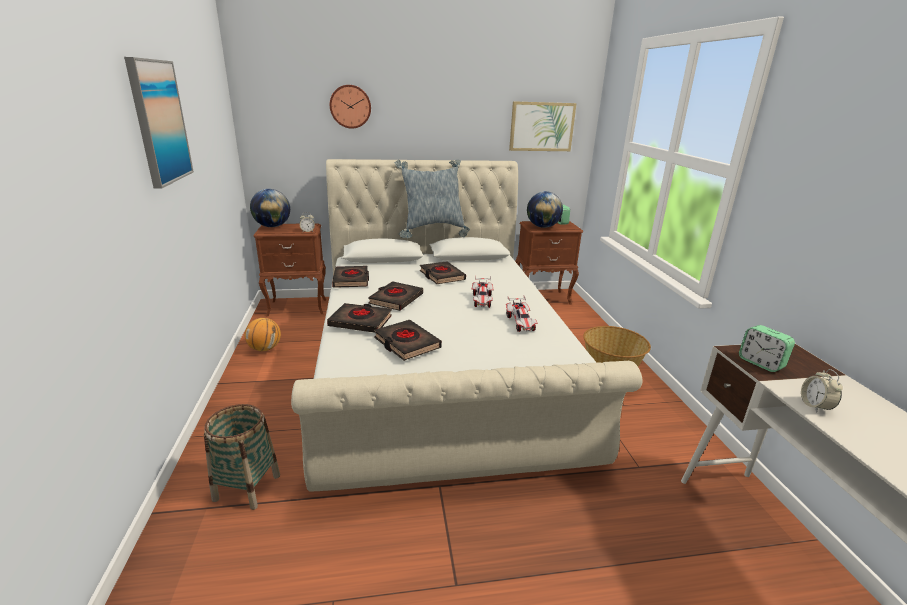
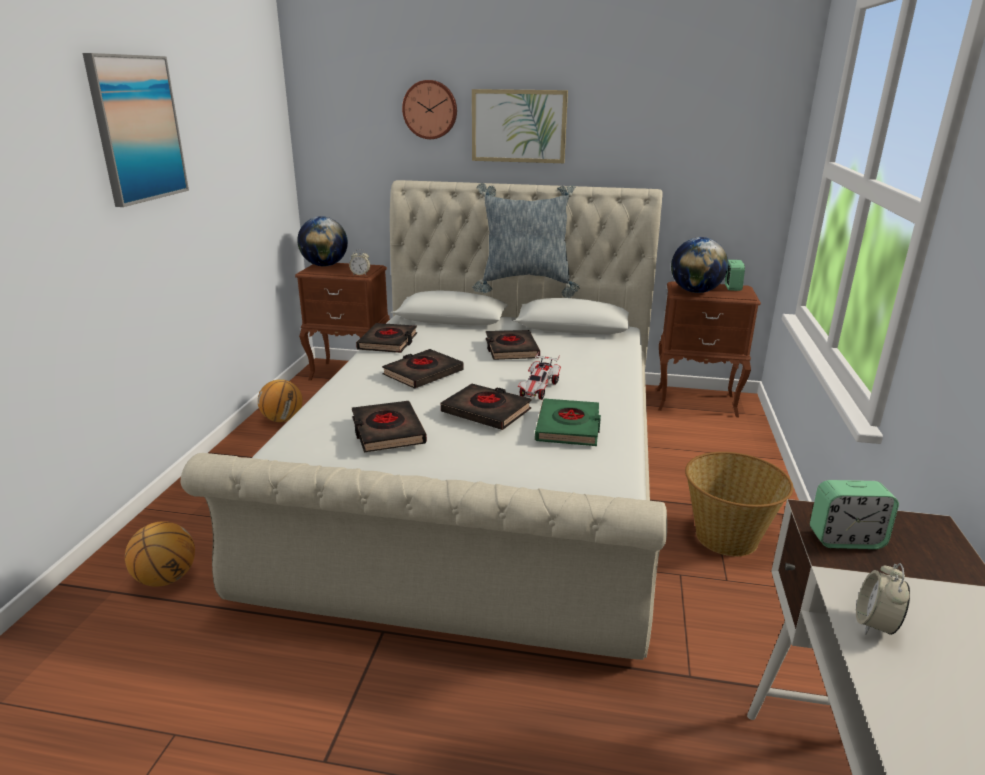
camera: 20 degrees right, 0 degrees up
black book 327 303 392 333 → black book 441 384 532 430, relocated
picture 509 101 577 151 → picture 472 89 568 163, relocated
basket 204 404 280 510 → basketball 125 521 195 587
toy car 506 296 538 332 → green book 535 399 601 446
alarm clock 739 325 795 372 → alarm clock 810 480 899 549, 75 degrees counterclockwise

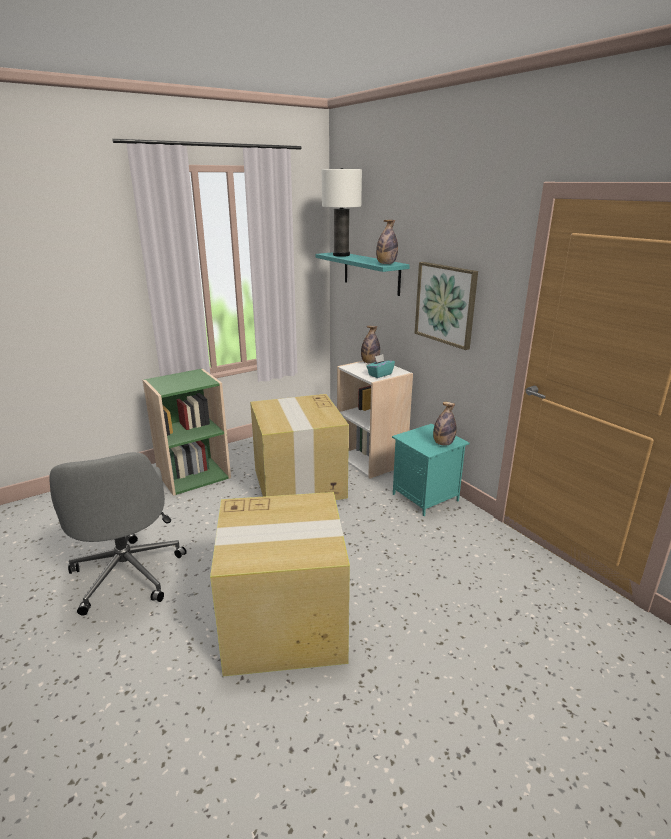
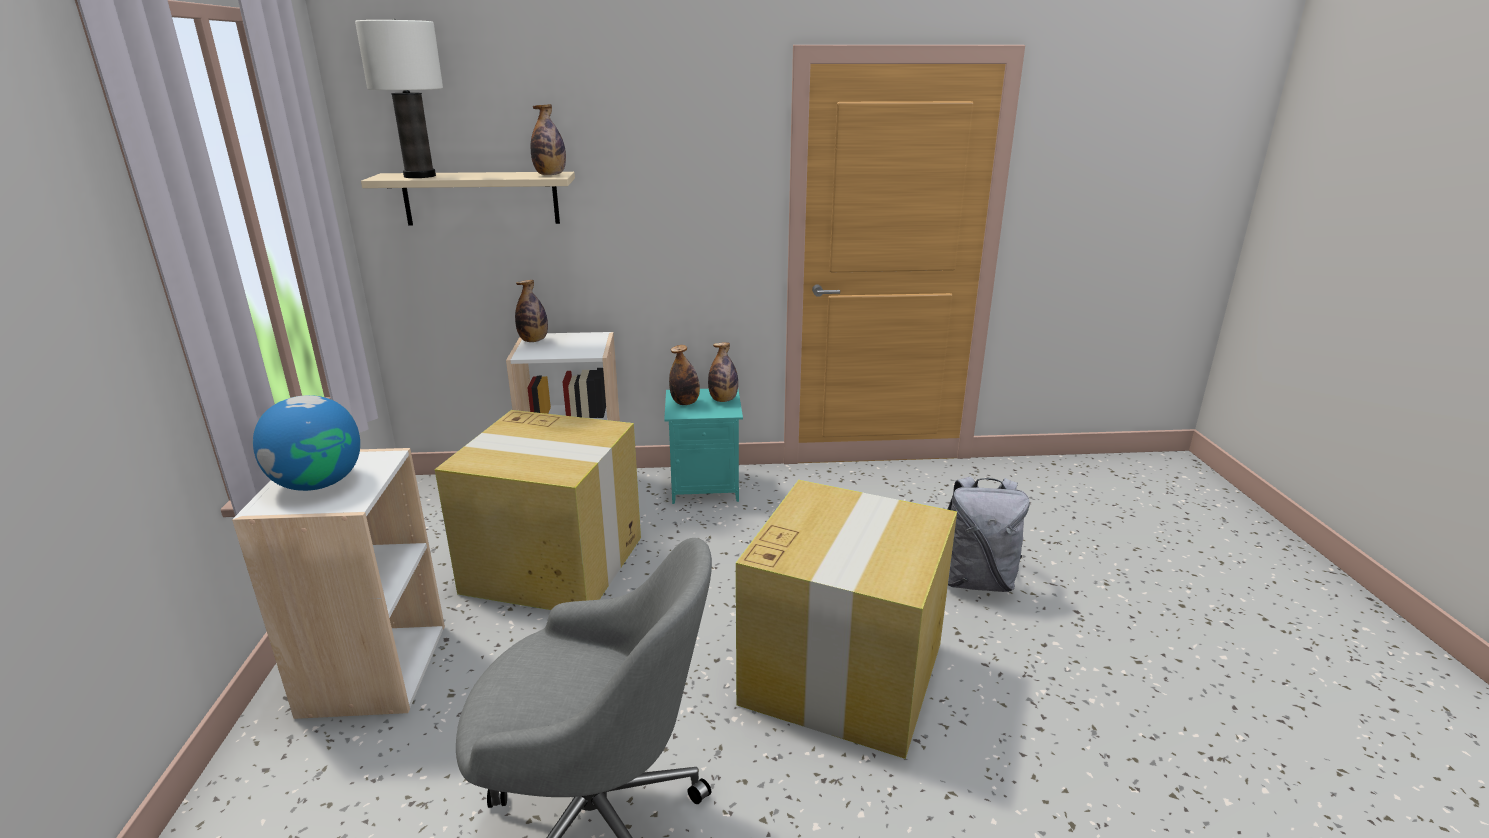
camera: 60 degrees left, 0 degrees up
turquoise tissue box 366 354 395 378 → -
picture 415 262 478 350 → -
- → globe 253 395 360 491
- → bottle 669 345 700 405
- → grey backpack 947 476 1030 592
green bookcase 143 368 231 496 → white bookcase 232 448 445 719
turquoise shelf 316 252 410 296 → beige shelf 361 172 575 226

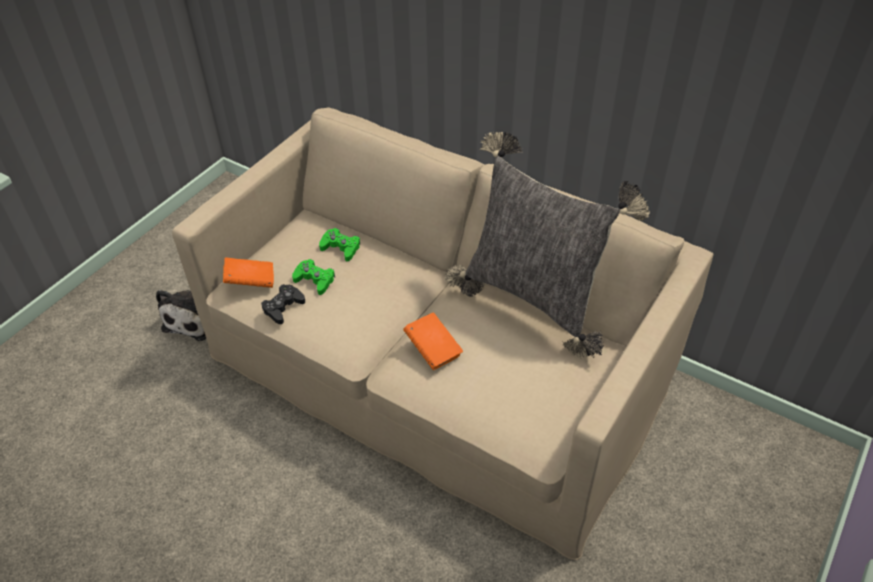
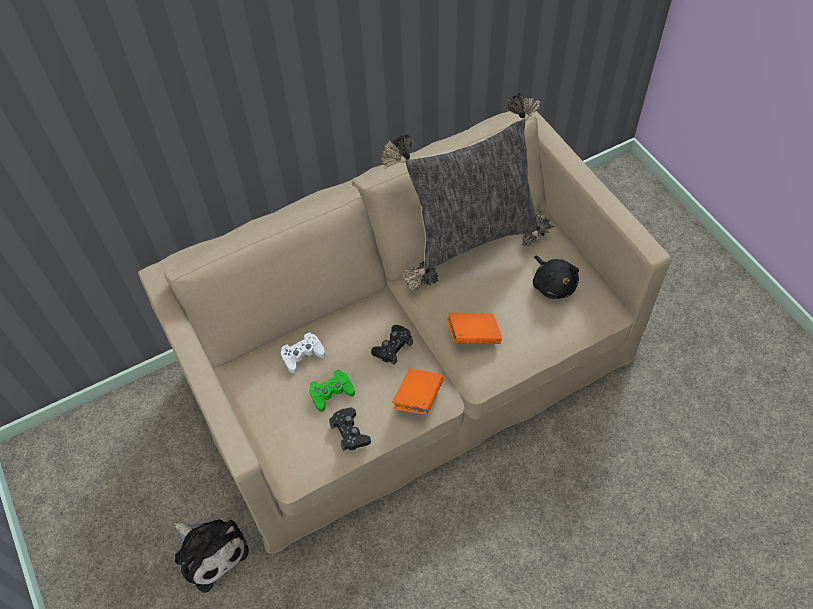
camera: 60 degrees left, 10 degrees up
- → black game controller 371 325 413 365
- → black plush toy 533 256 579 299
orange book 223 257 274 288 → orange book 392 369 444 414, relocated
green game controller 319 228 360 261 → white game controller 281 332 325 373

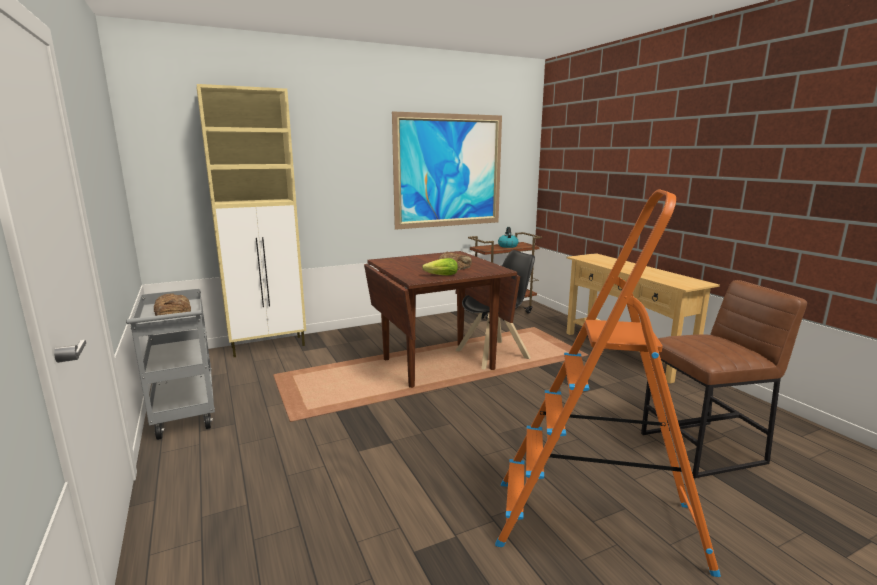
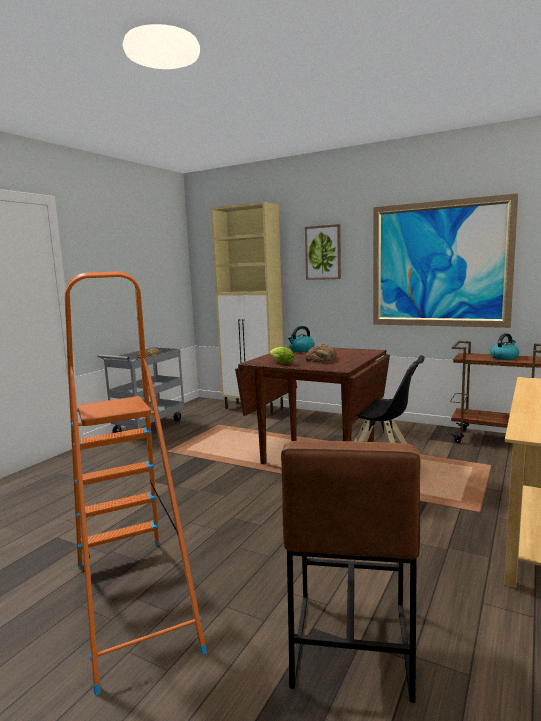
camera: 55 degrees right, 5 degrees down
- → kettle 288 326 315 352
- → picture 305 224 341 280
brown chair 641 280 807 478 → brown chair 281 441 421 703, 60 degrees clockwise

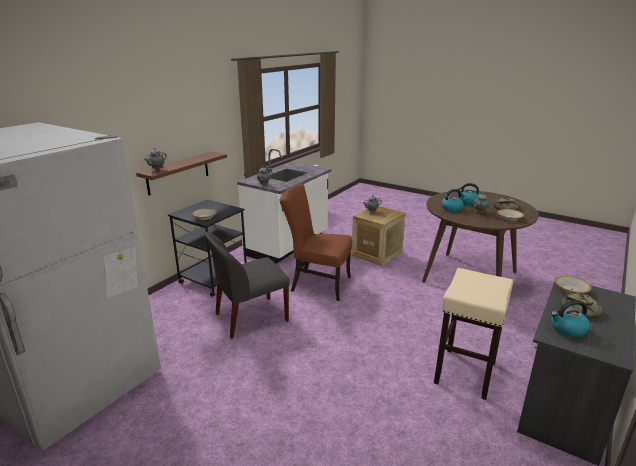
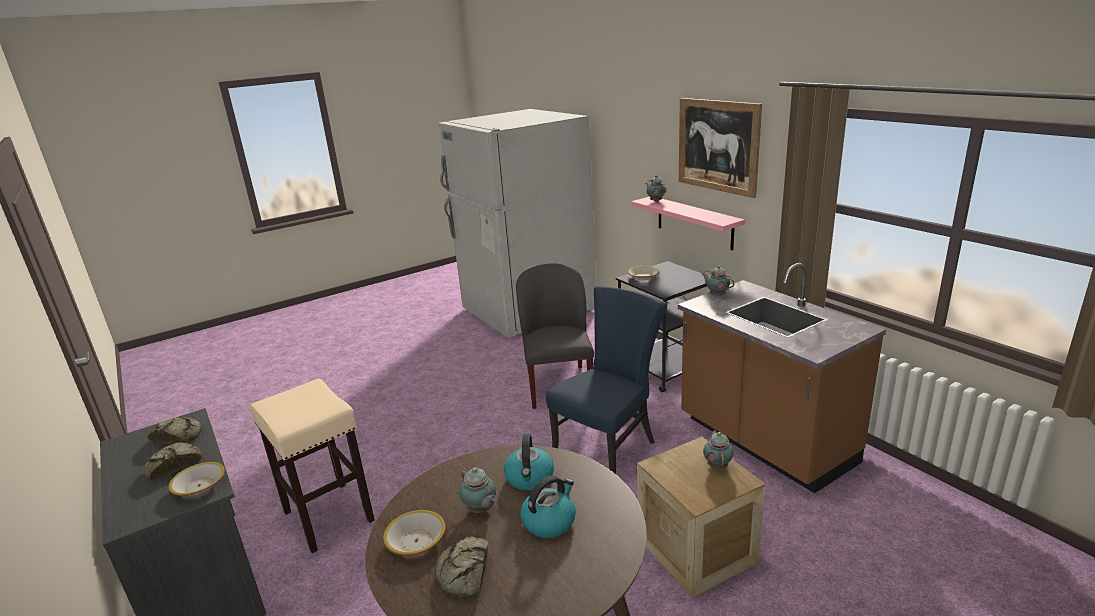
camera: 115 degrees right, 0 degrees up
- → picture 679 98 762 198
kettle 551 300 590 337 → bread 148 417 202 444
brown shelf 136 152 227 195 → pink shelf 631 197 745 251
white counter 237 148 331 264 → brown counter 678 263 886 493
brown chair 279 183 352 301 → blue chair 546 286 668 474

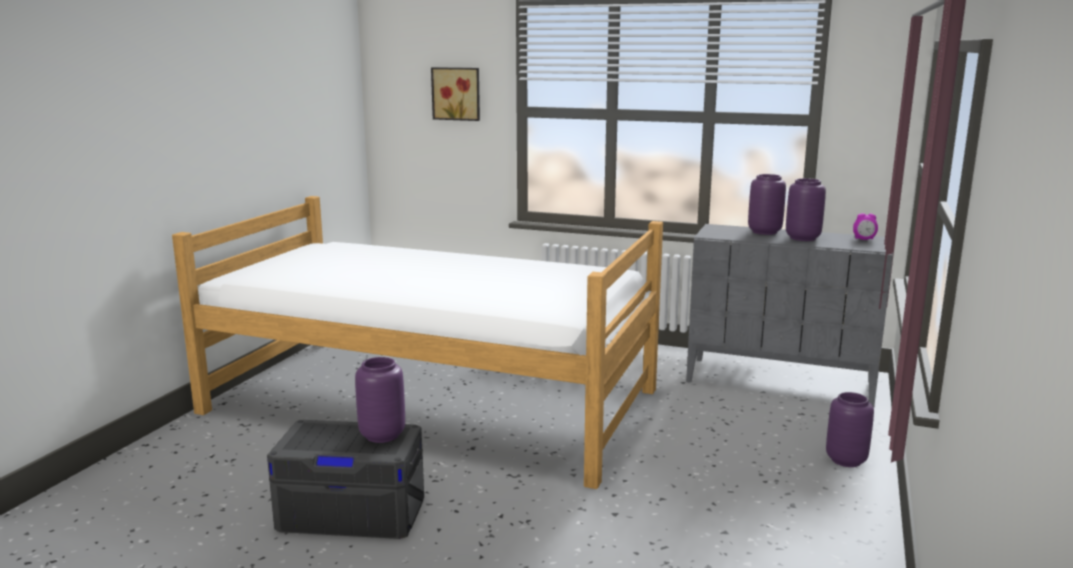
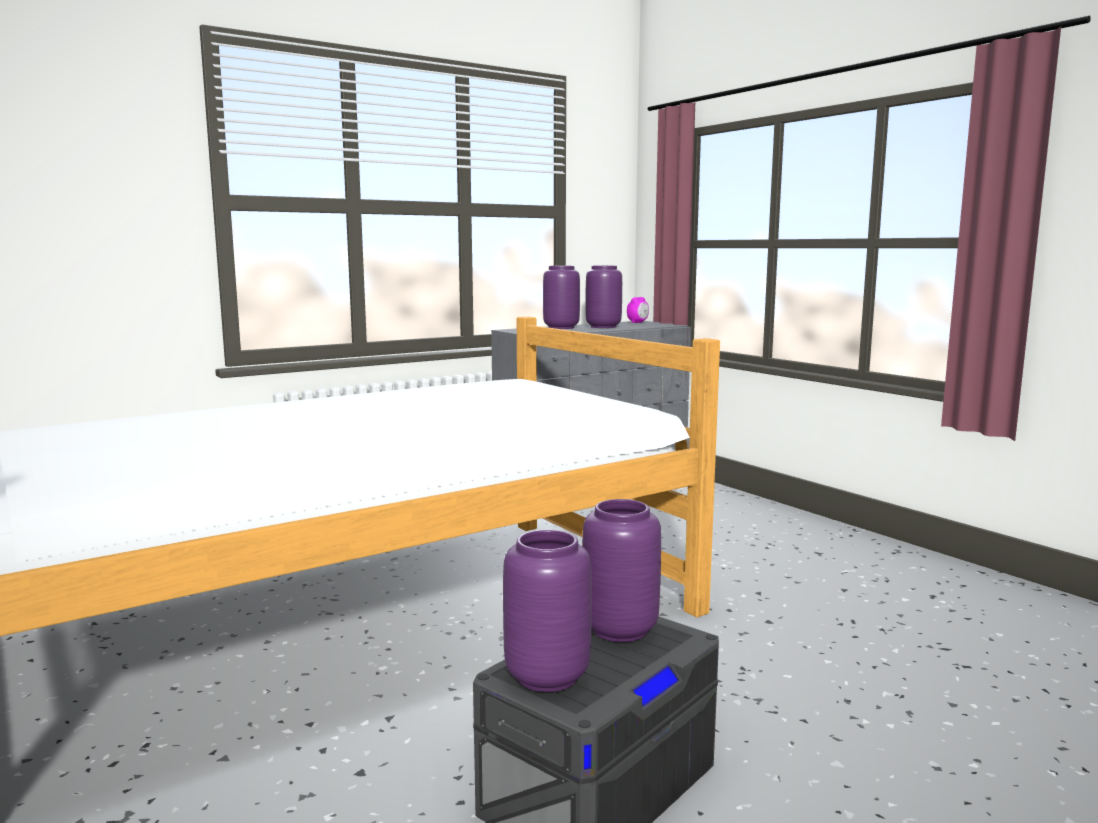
camera: 55 degrees left, 5 degrees down
picture 431 67 480 121 → -
purple vase 826 392 874 467 → purple vase 503 530 592 692, relocated

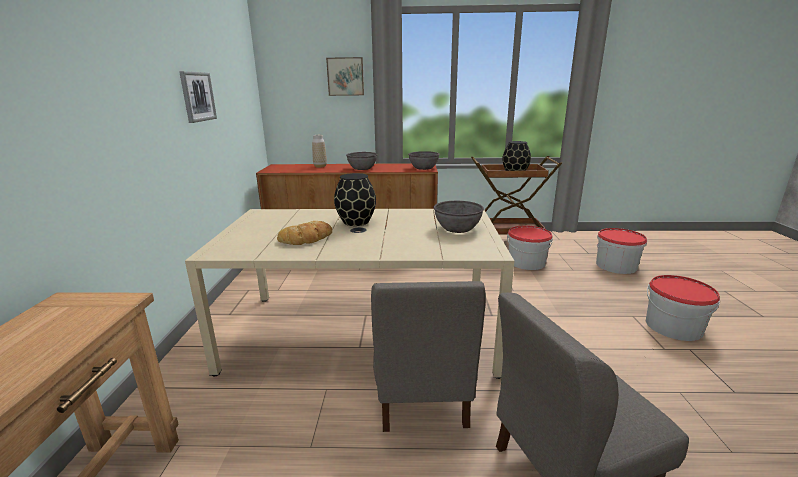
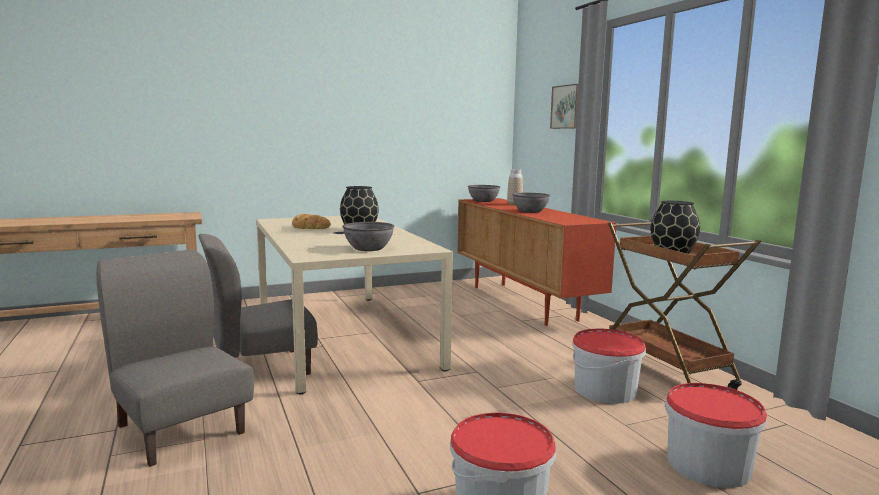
camera: 65 degrees right, 10 degrees down
picture 179 71 217 123 → -
grey bowl 408 151 440 170 → grey bowl 468 185 500 202, relocated

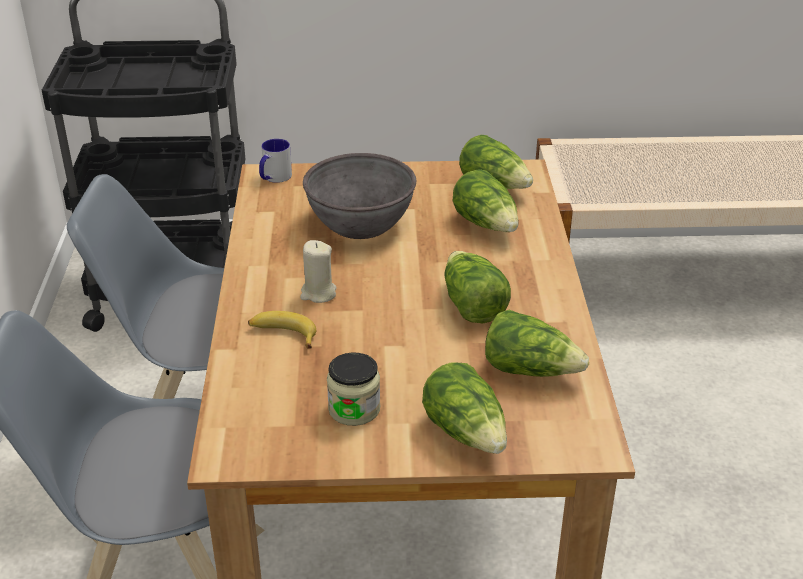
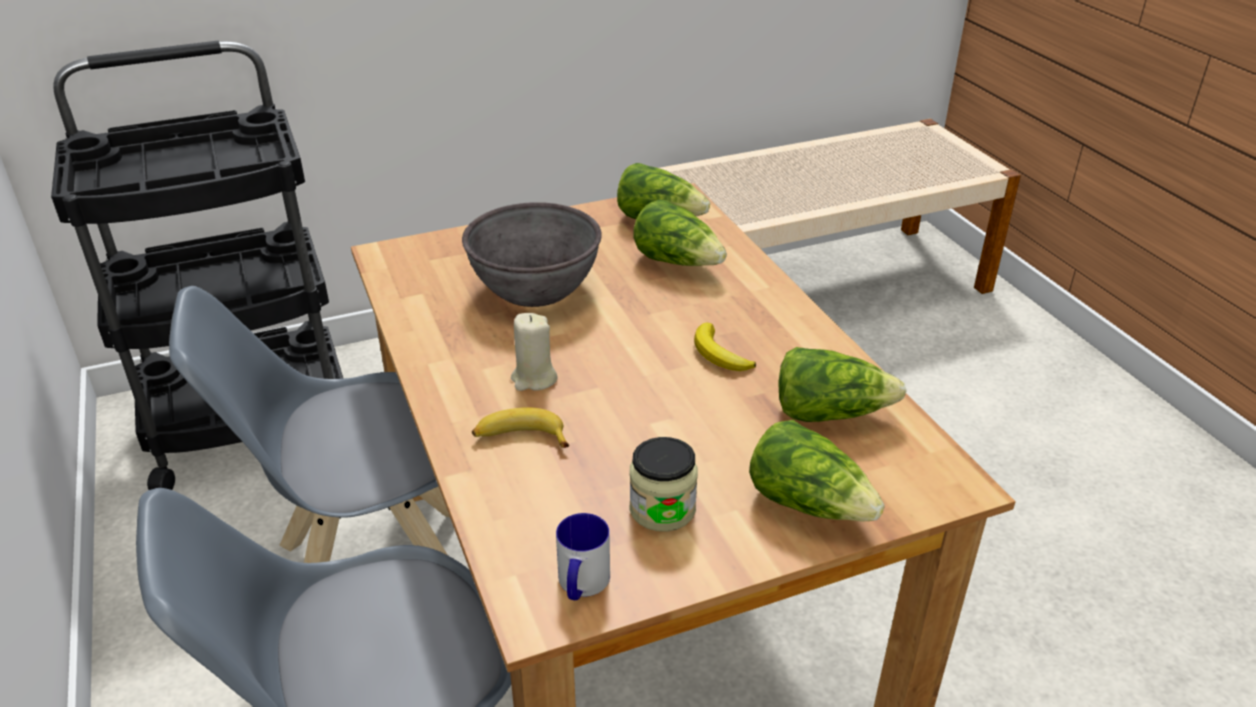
camera: 20 degrees left, 0 degrees up
mug 259 139 292 183 → mug 556 513 610 600, relocated
lettuce 444 251 511 323 → banana 694 322 756 371

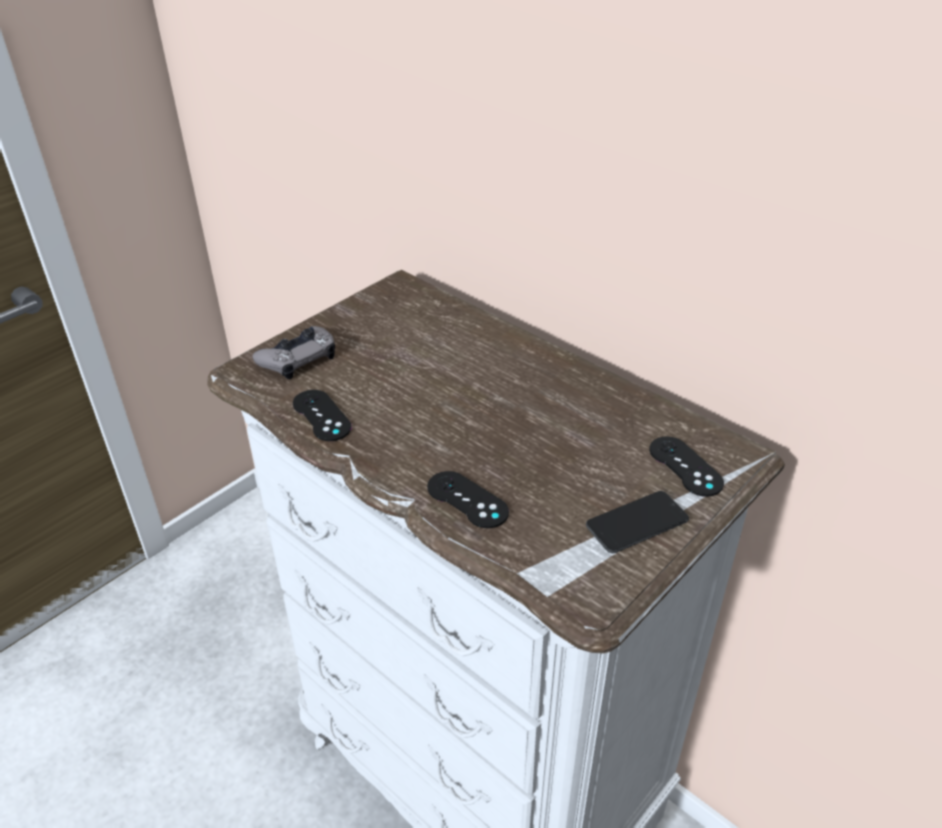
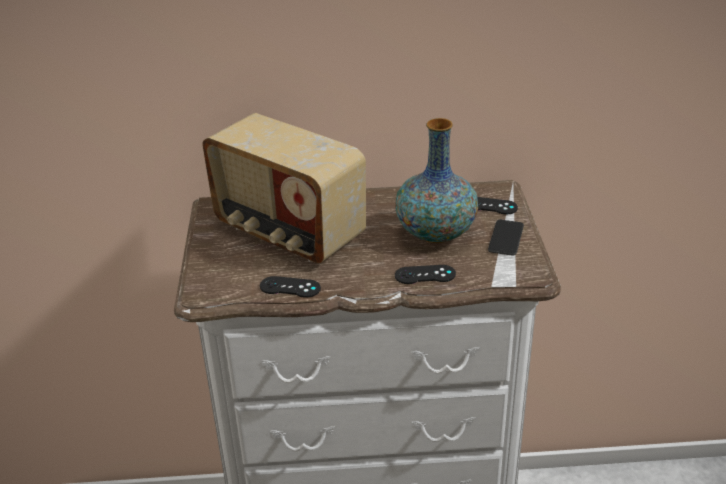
camera: 45 degrees left, 5 degrees down
grey game controller 252 326 335 379 → -
- → radio 202 113 366 263
- → vase 395 118 478 243

